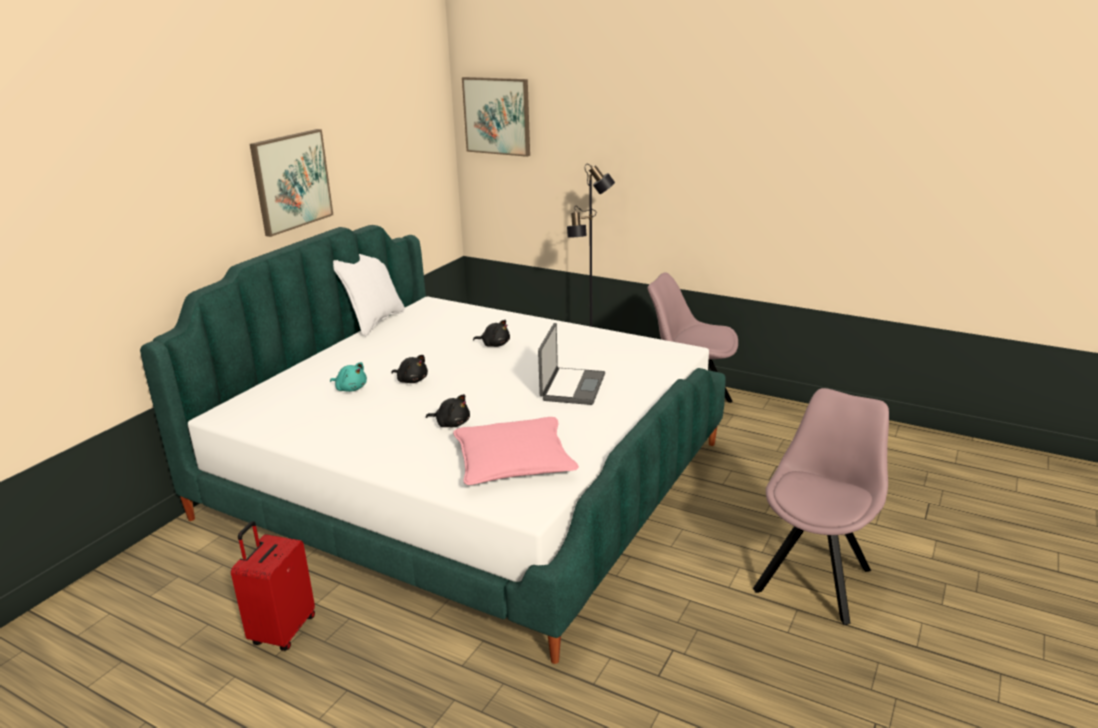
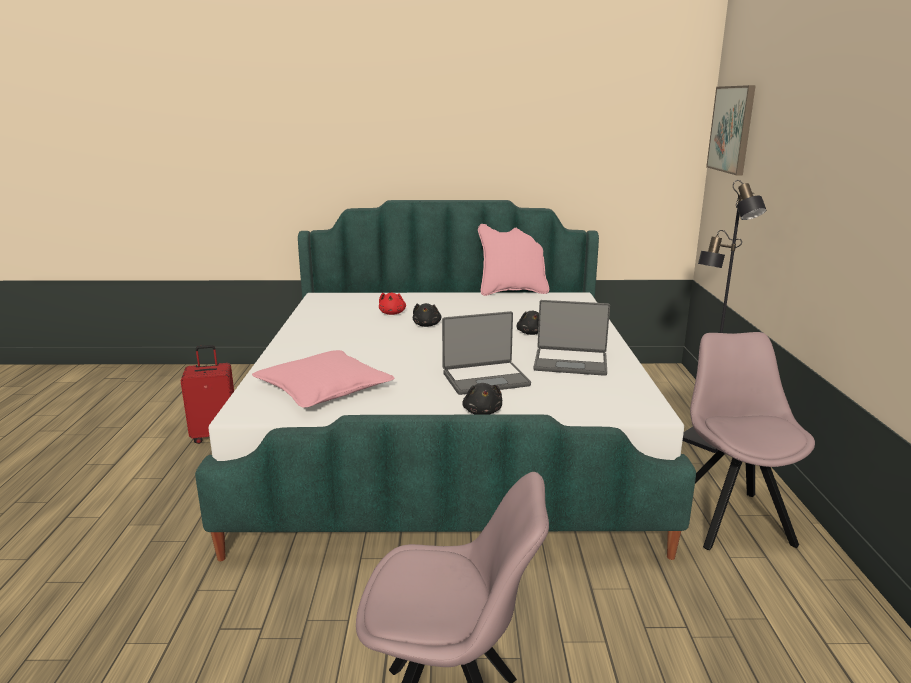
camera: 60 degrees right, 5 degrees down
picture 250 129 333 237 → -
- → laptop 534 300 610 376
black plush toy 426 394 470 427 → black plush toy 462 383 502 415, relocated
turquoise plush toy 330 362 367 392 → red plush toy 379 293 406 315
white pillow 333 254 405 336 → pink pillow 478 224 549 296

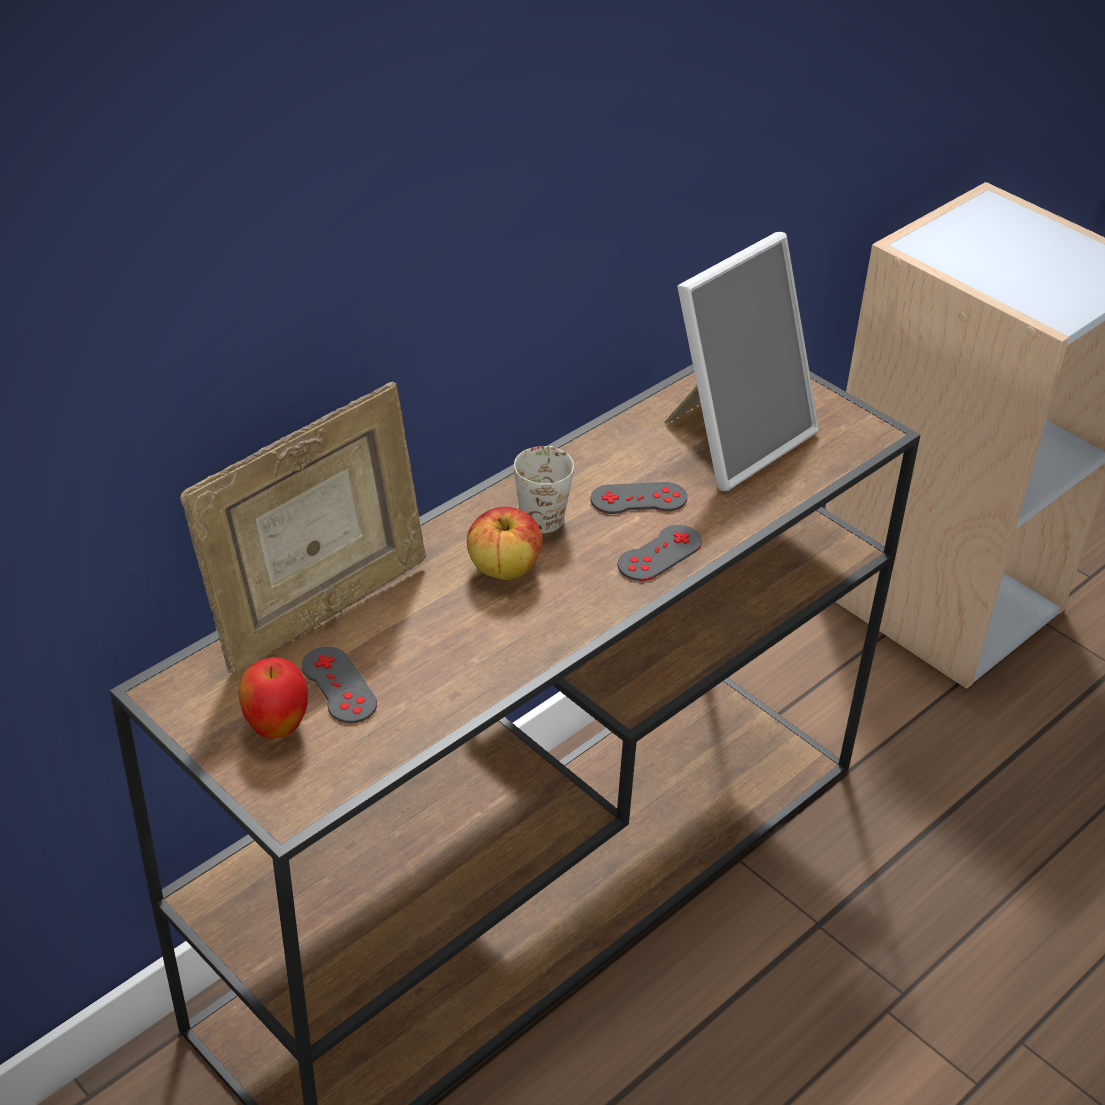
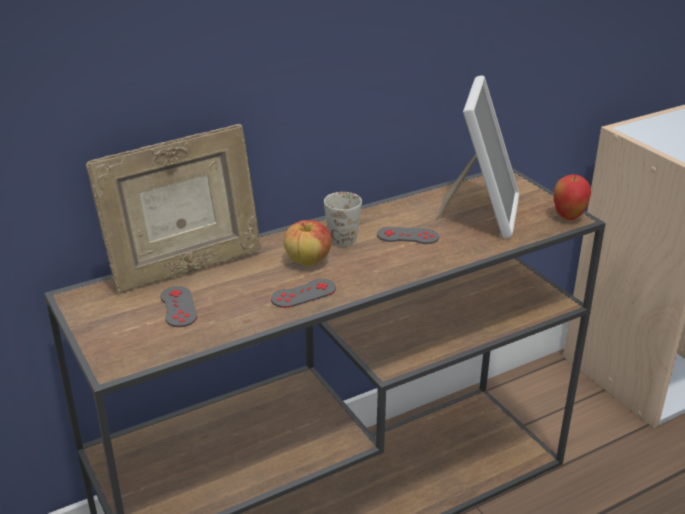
camera: 15 degrees right, 10 degrees down
apple 238 657 308 738 → apple 554 174 591 220, relocated
grey game controller 618 525 702 581 → grey game controller 271 279 336 308, relocated
picture frame 664 232 819 491 → picture frame 437 75 519 239, 45 degrees counterclockwise

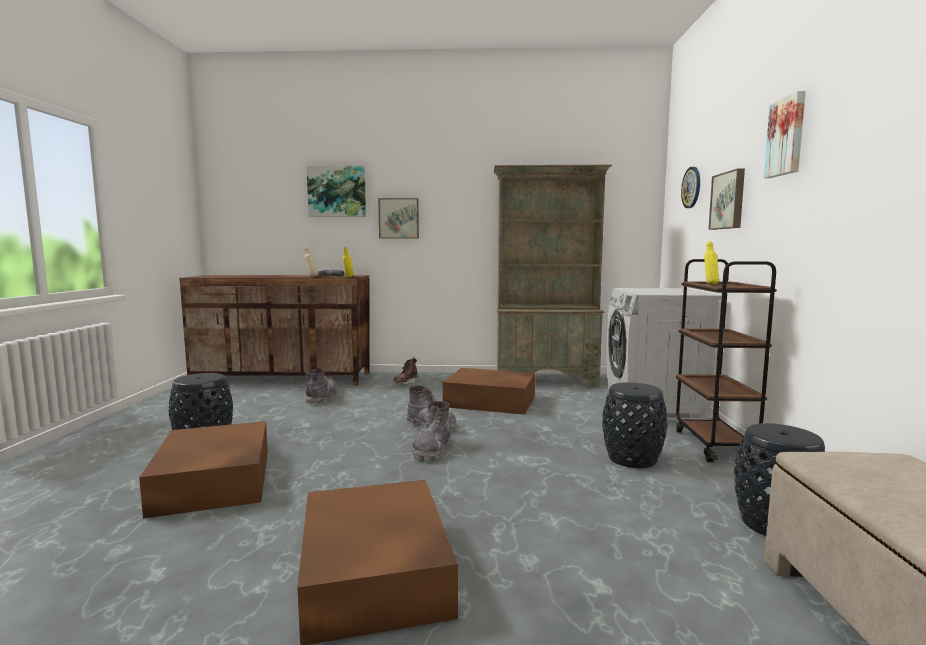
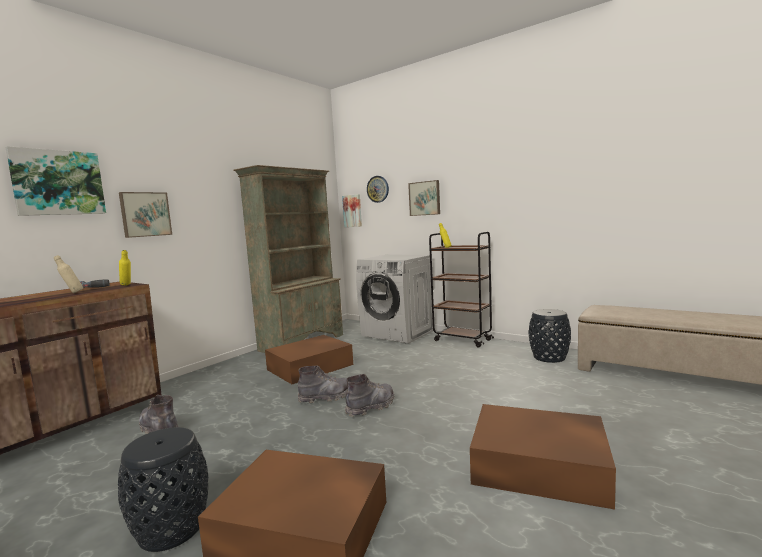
camera: 55 degrees left, 0 degrees up
brown boot 394 357 417 384 → -
black stool 602 382 667 468 → -
picture 764 91 806 178 → picture 342 194 362 227, relocated
grey boot 412 401 450 460 → grey boot 345 374 395 417, 90 degrees counterclockwise

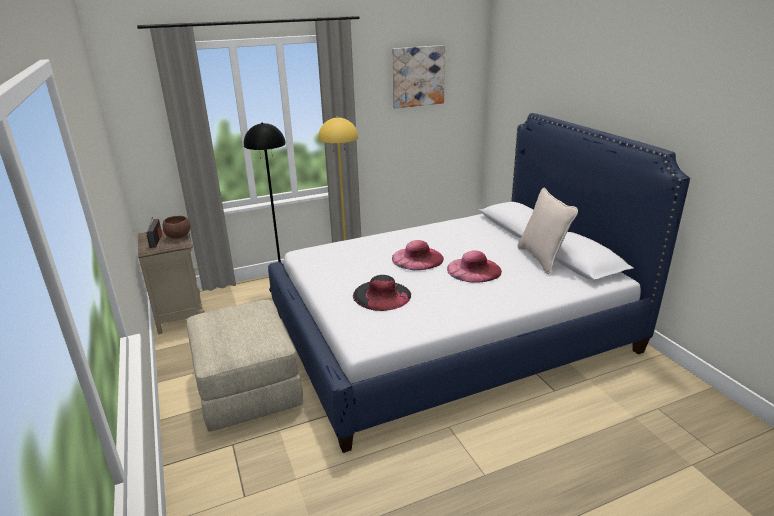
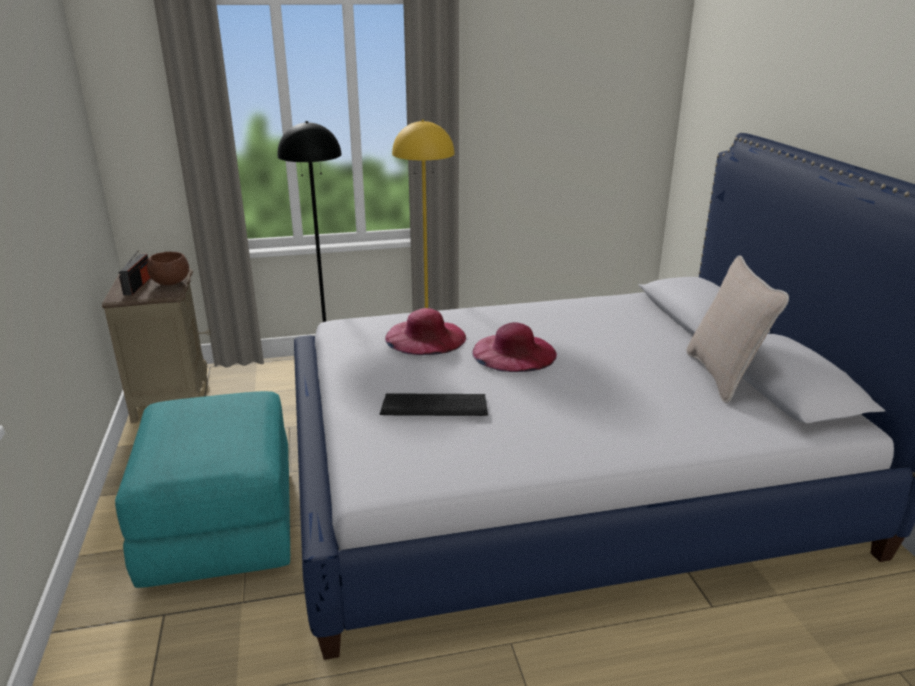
camera: 10 degrees right, 0 degrees up
picture 392 45 445 108 → -
pink hat 447 250 502 283 → pink hat 385 308 466 355, relocated
black hat 353 275 411 311 → keyboard 379 393 488 416
beige ottoman 187 300 303 432 → turquoise ottoman 115 391 290 588

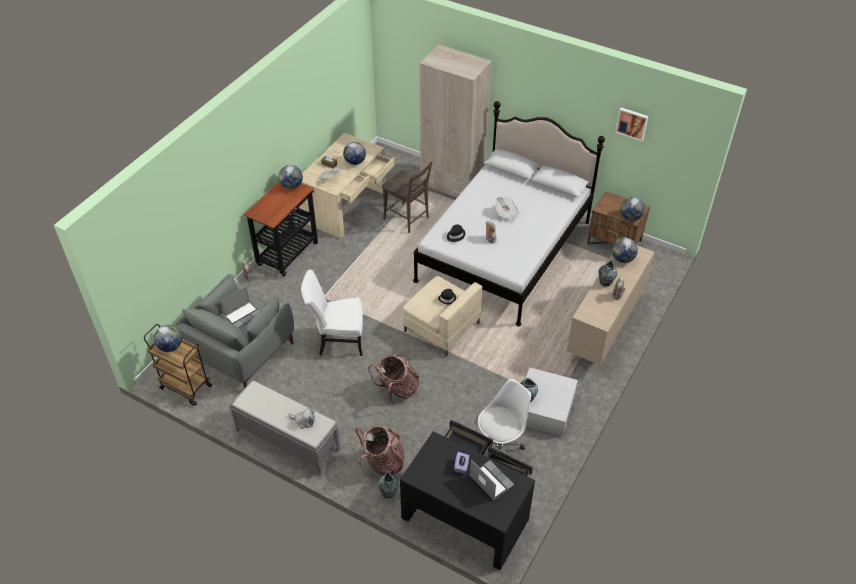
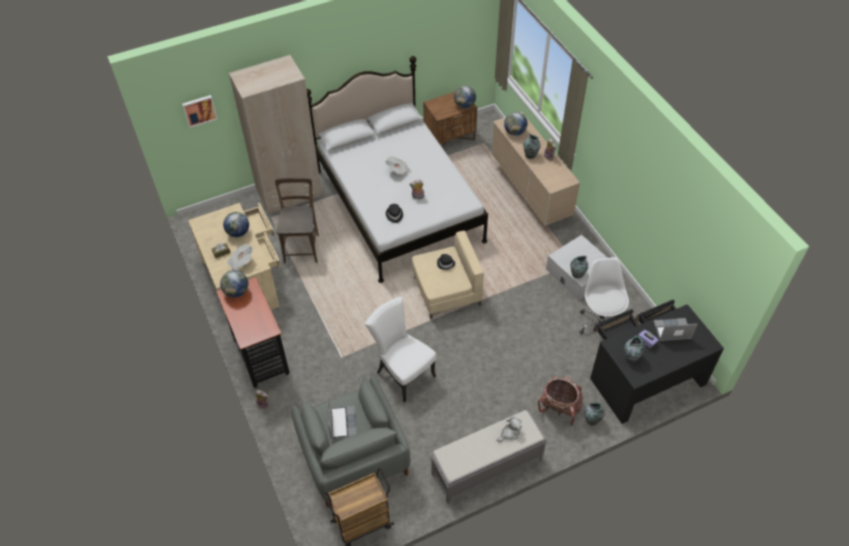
camera: 55 degrees left, 5 degrees up
globe 154 325 182 352 → -
backpack 368 354 419 405 → -
- → vase 624 336 645 362
picture 615 108 648 141 → picture 182 95 217 128, relocated
white chair 301 270 363 356 → white chair 365 297 437 402, 105 degrees clockwise
brown chair 382 162 432 233 → brown chair 275 178 319 264, 75 degrees counterclockwise

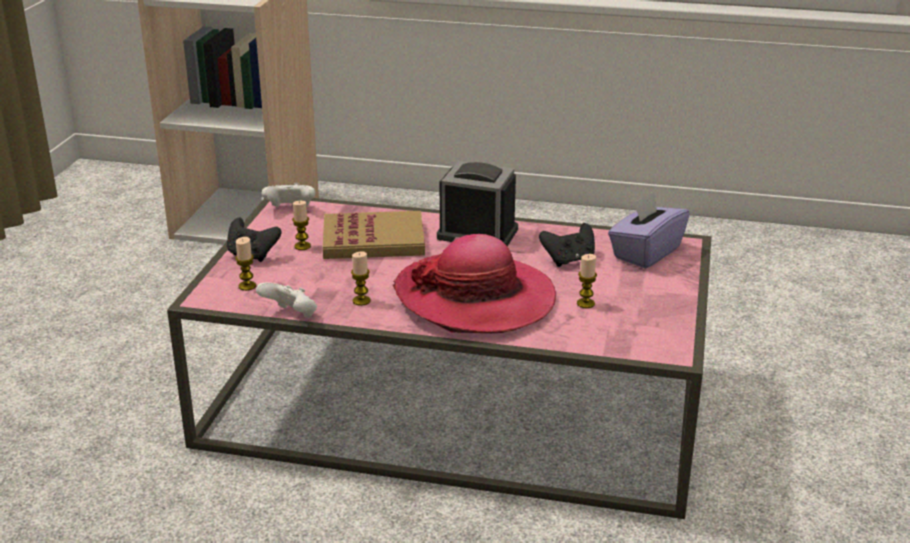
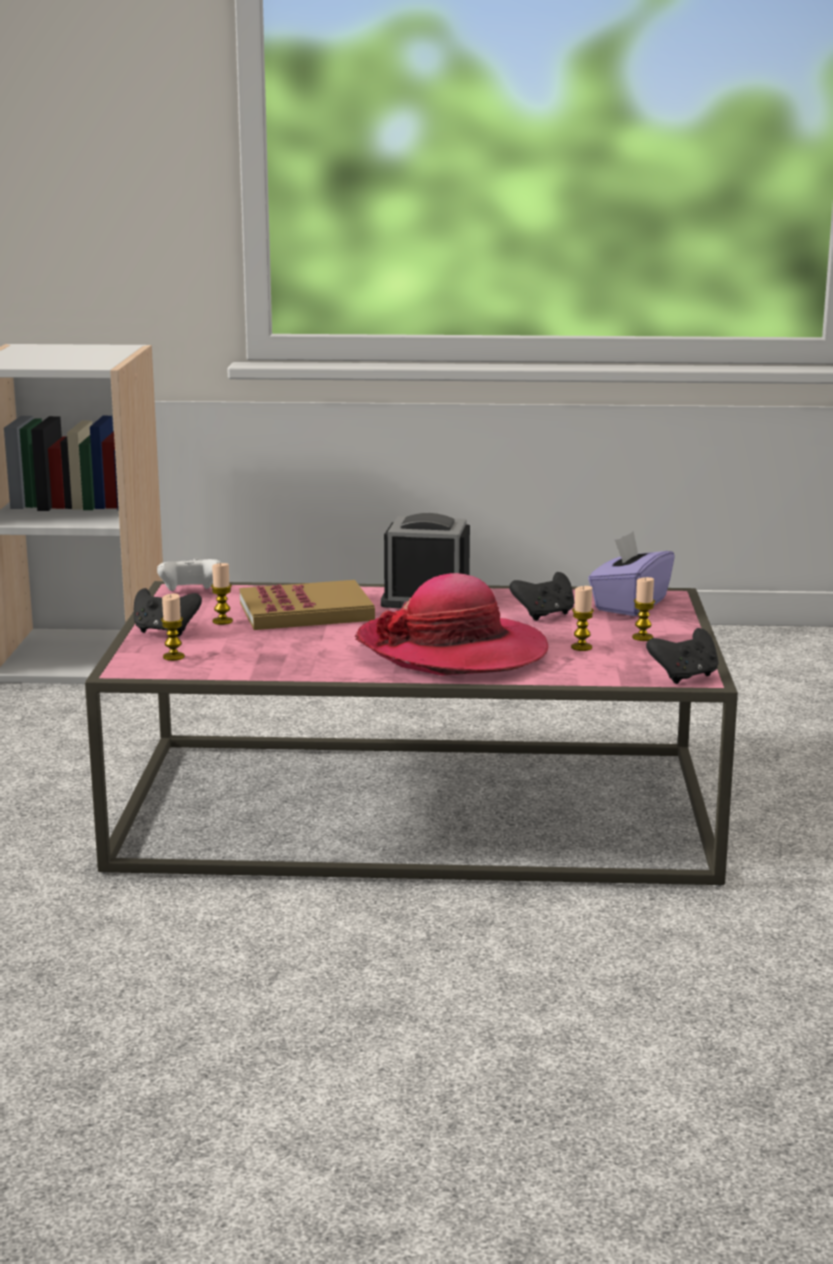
camera: 10 degrees left, 10 degrees down
white game controller 256 282 317 318 → -
- → black game controller 646 628 718 684
candle 351 251 371 306 → candle 632 577 655 641, relocated

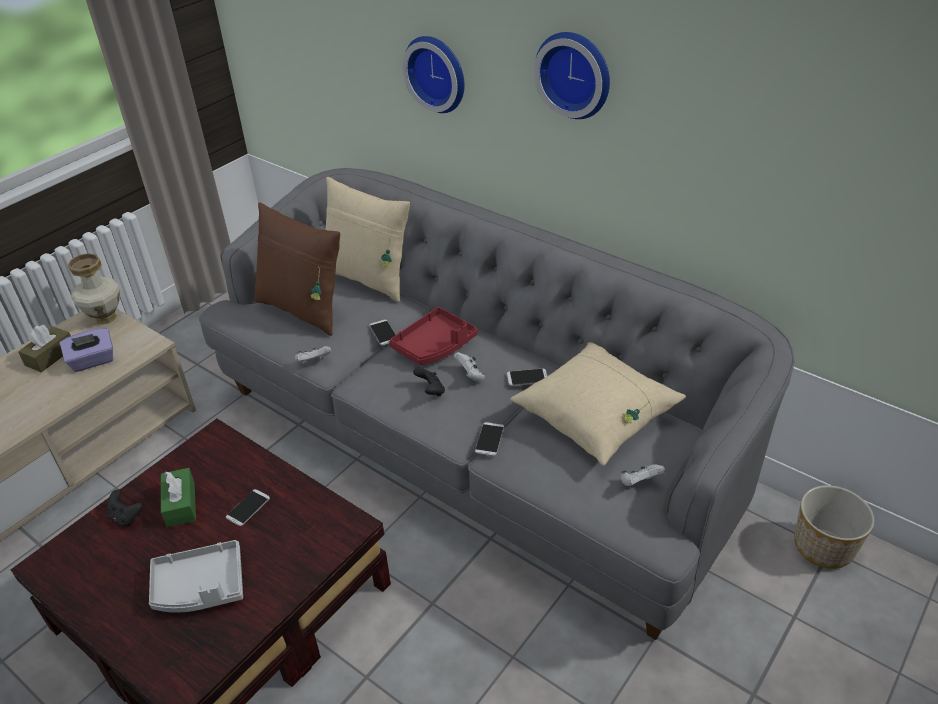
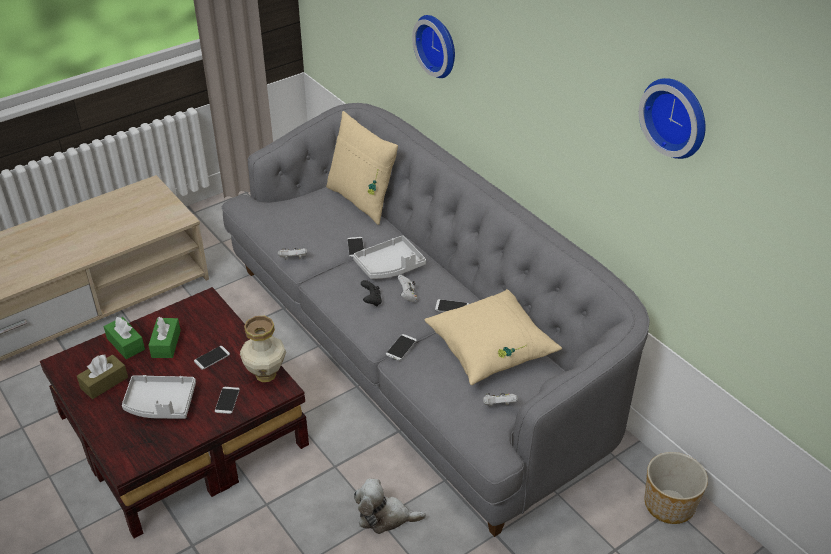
camera: 15 degrees right, 0 degrees up
purple tissue box 60 328 113 372 → -
brown pillow 254 202 340 336 → -
- → phone 215 387 240 414
- → plush toy 354 479 426 534
brown tissue box 18 325 71 372 → brown tissue box 77 354 128 399, relocated
vase 68 253 120 325 → vase 240 316 286 382, relocated
wall clock 534 32 610 119 → wall clock 639 78 705 159, relocated
black game controller 106 489 143 526 → green tissue box 104 317 145 359
red tray 389 307 477 365 → grey tray 353 235 426 279

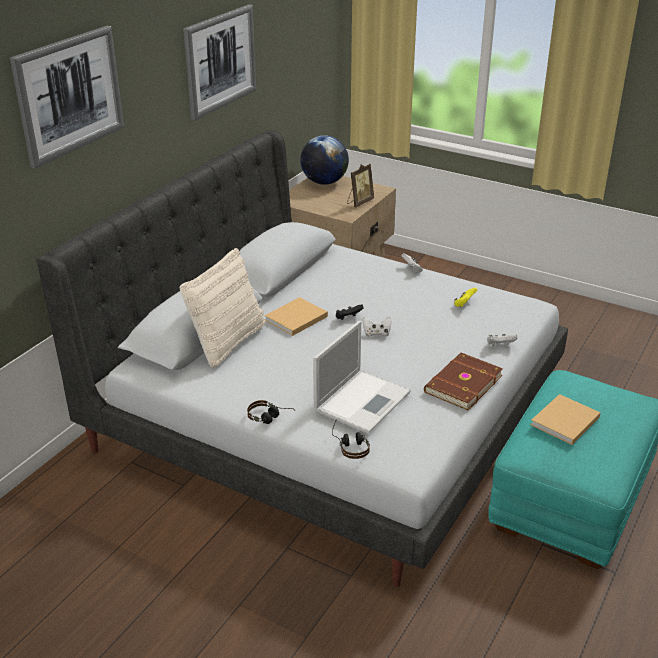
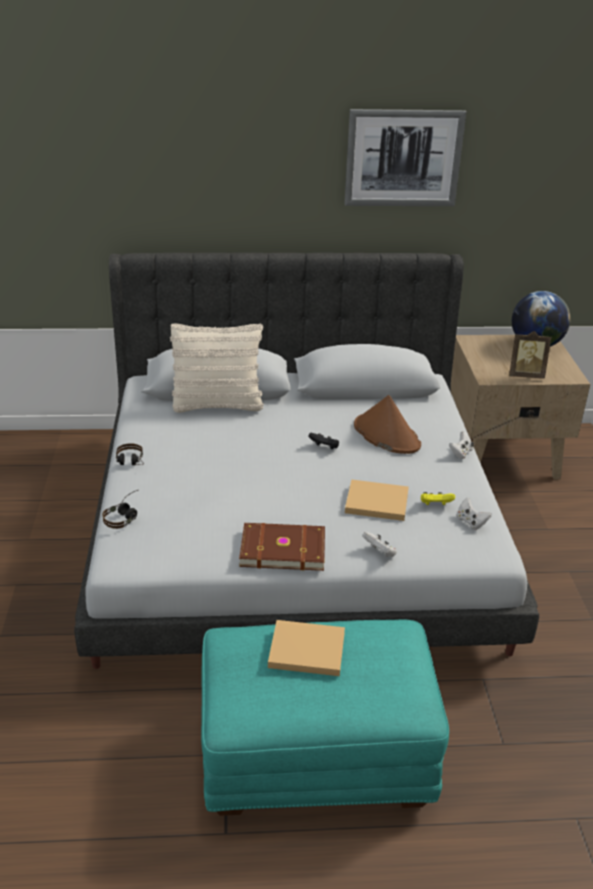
camera: 55 degrees right, 0 degrees up
picture 10 26 124 168 → -
laptop 313 321 411 434 → -
- → brown hat 354 395 421 454
beige book 264 297 328 336 → beige book 345 479 409 521, relocated
white game controller 363 317 392 337 → white game controller 457 497 491 530, relocated

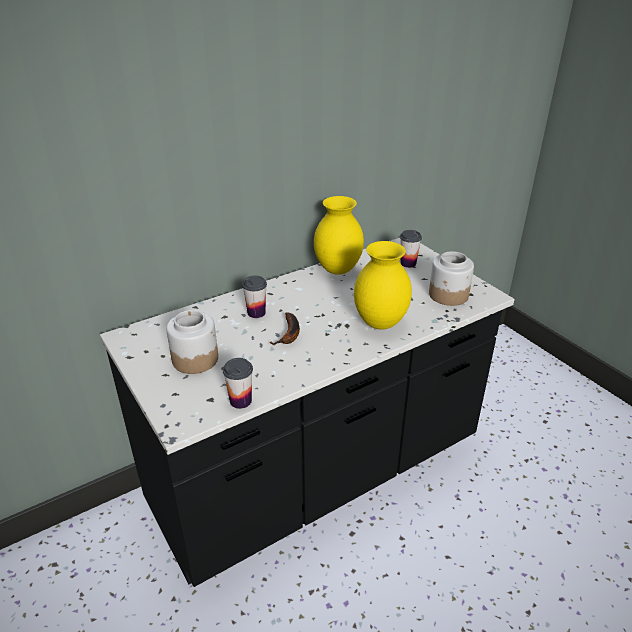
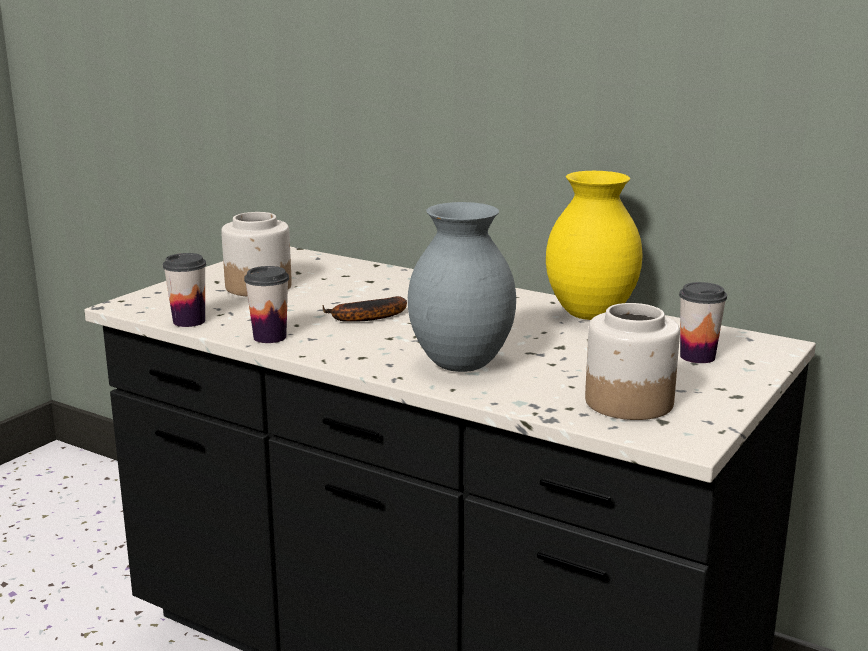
camera: 65 degrees right, 15 degrees down
cup 242 276 267 318 → cup 244 266 289 343, relocated
yellow vase 354 241 412 330 → grey vase 408 202 516 372

